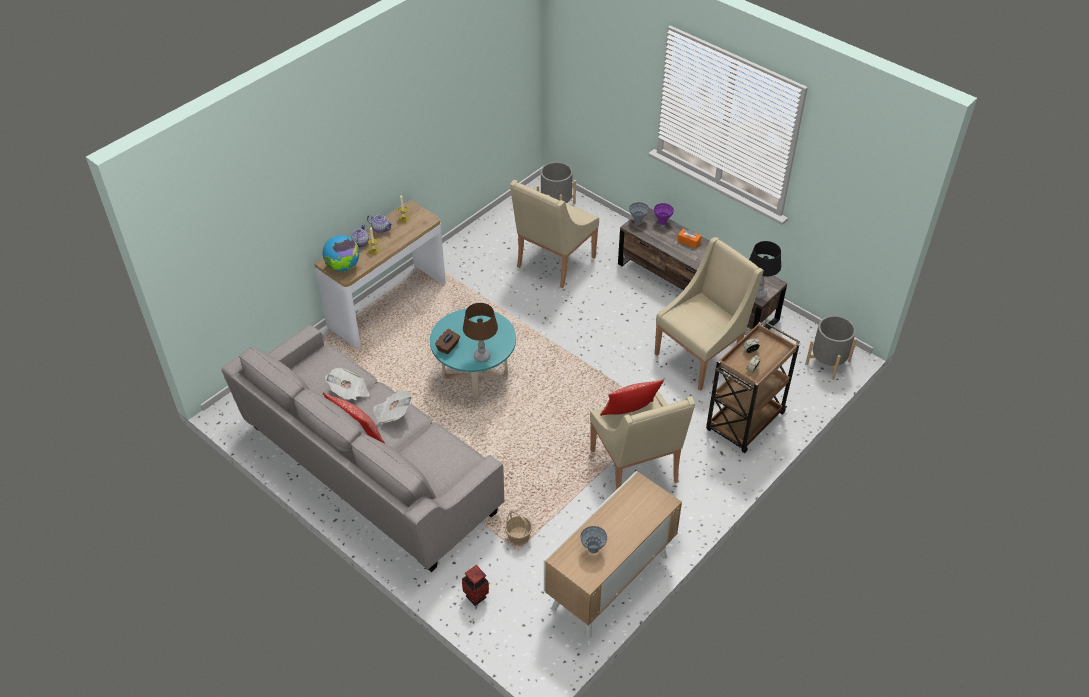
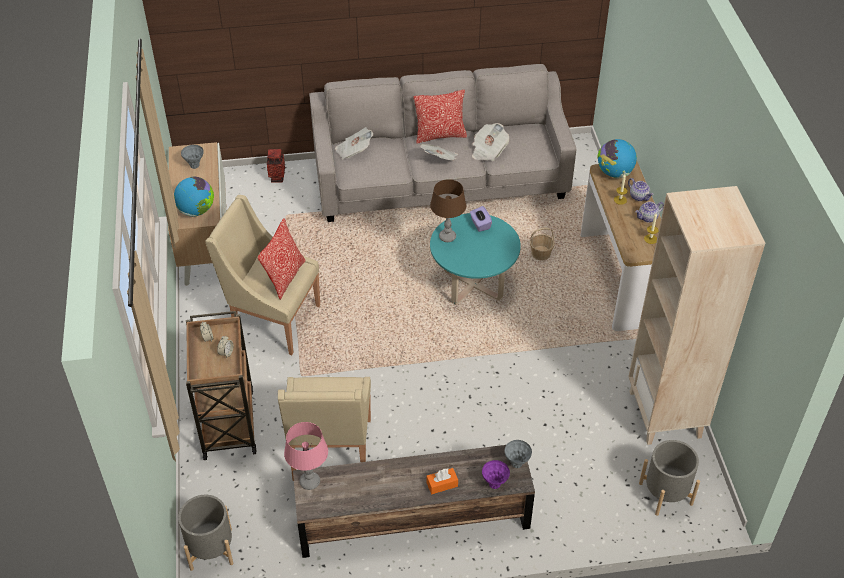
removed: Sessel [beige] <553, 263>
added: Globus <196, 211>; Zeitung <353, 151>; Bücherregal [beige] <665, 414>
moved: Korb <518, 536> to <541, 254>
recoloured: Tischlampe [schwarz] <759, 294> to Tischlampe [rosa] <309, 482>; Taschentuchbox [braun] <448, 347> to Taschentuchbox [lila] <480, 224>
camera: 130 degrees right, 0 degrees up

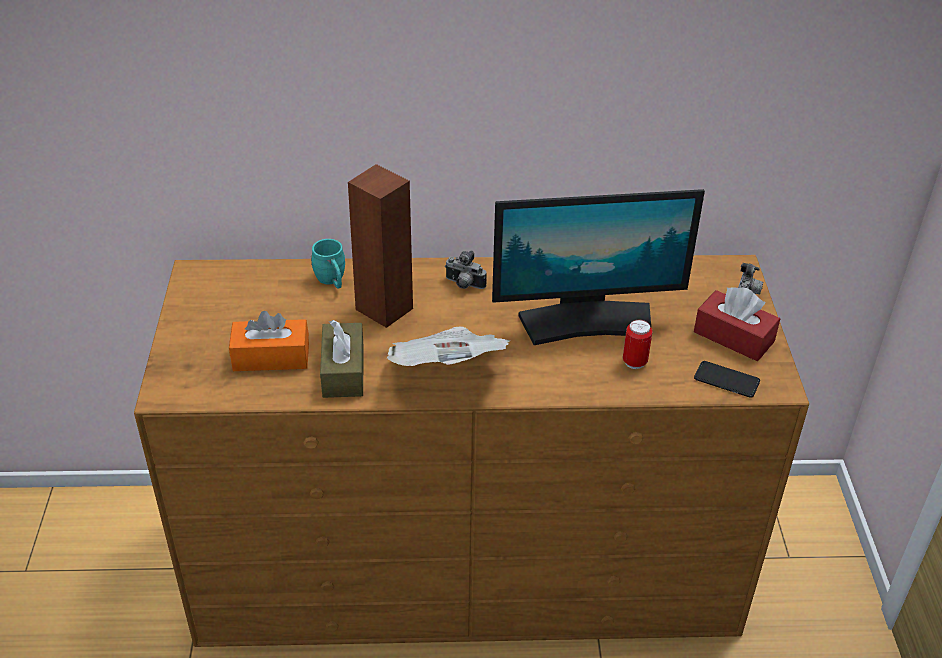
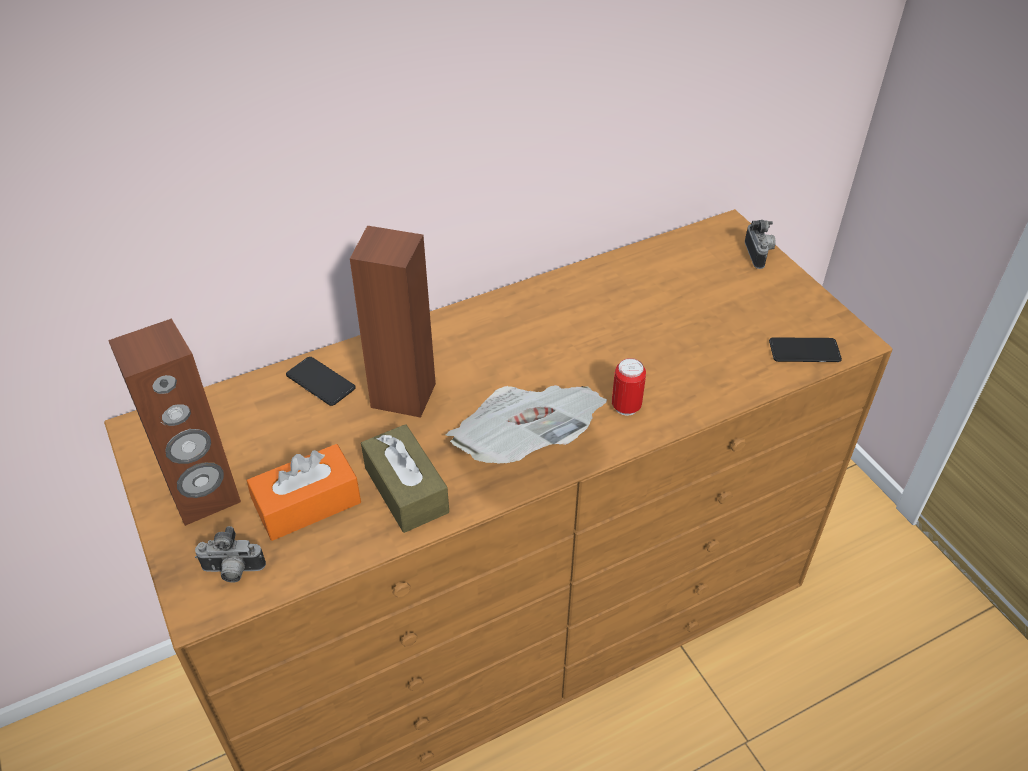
removed: Monitor <587, 321>; Taschentuchbox [rot] <733, 337>
added: Lautsprecher [braun] <205, 496>
moved: Kamera <464, 285> to <232, 572>; Dose <634, 362> to <626, 407>
replaced: Henkelbecher [türkis] <332, 281> to Handy <320, 382>
camera: 25 degrees left, 5 degrees up

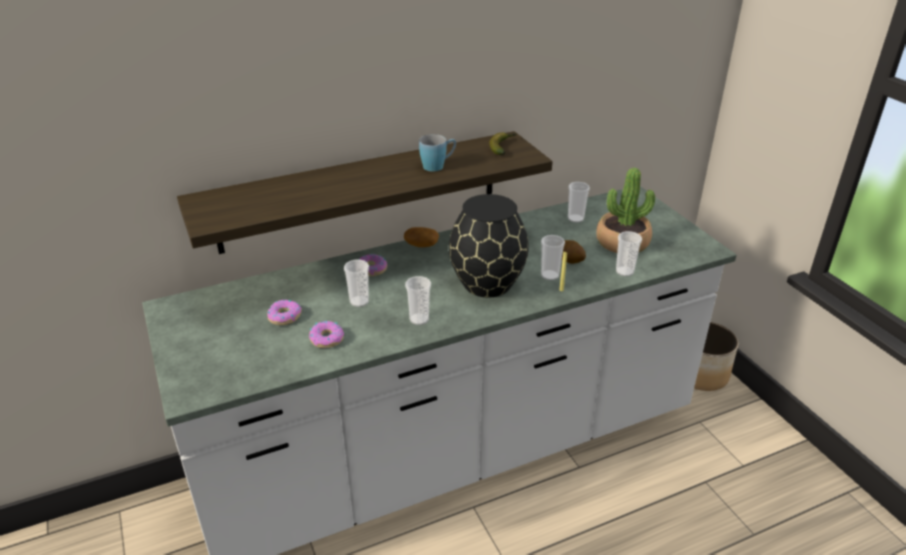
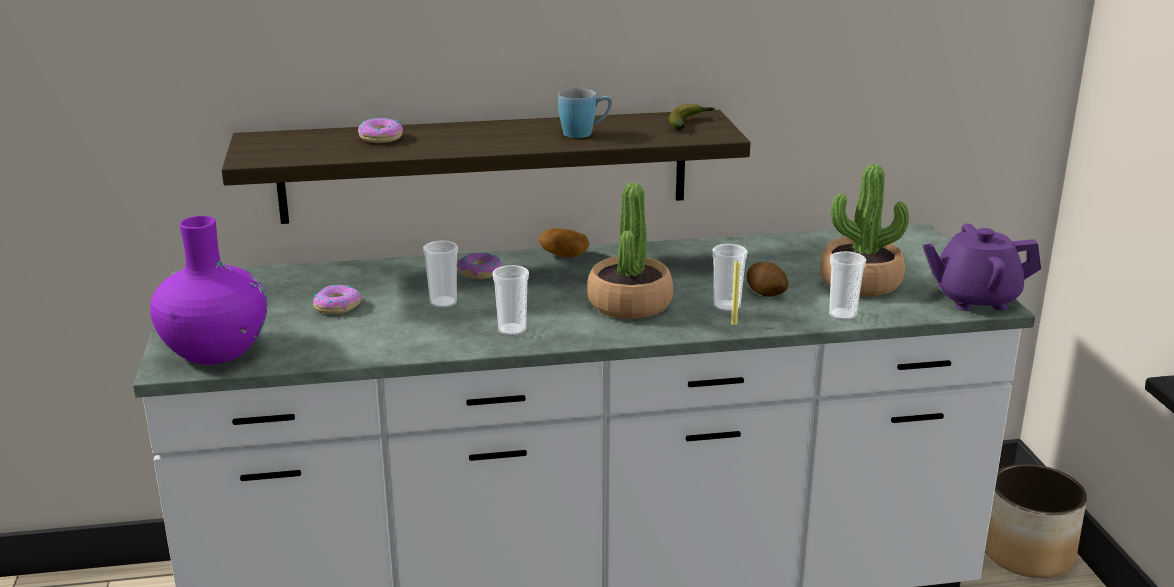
removed: Tasse <575, 219>
added: Vase [lila] <215, 350>; Teekanne [lila] <974, 299>
moved: Donut <327, 339> to <381, 138>
replaced: Vase [schwarz] <486, 283> to Topfpflanze <629, 304>
camera: 15 degrees right, 10 degrees down

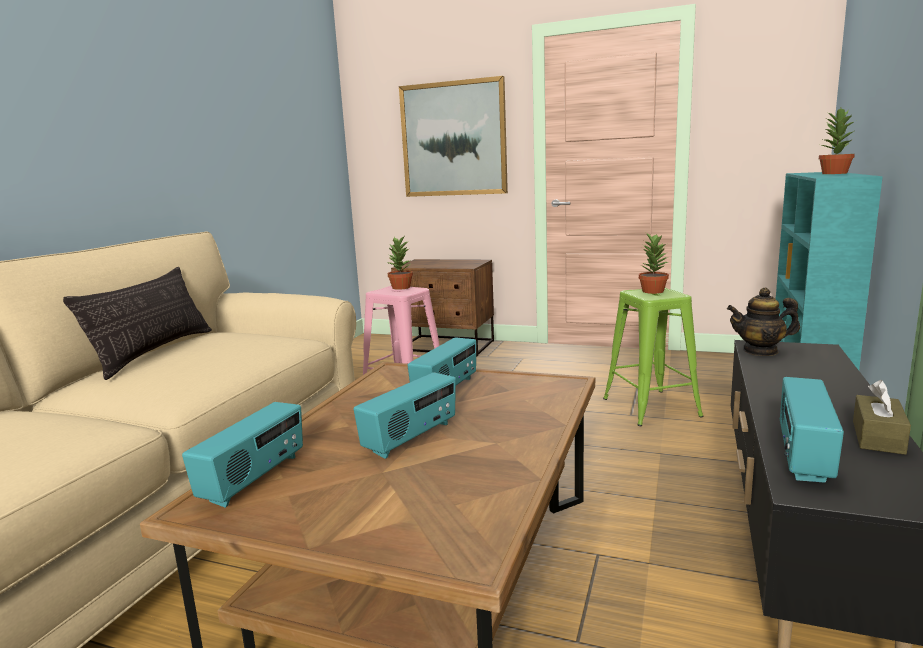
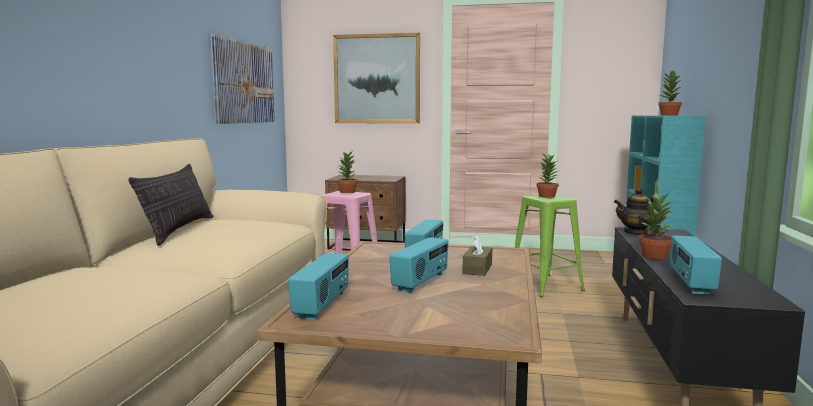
added: Bild <244, 82>; Topfpflanze <654, 256>
moved: Taschentuchbox [braun] <878, 437> to <477, 269>
camera: 10 degrees left, 5 degrees down

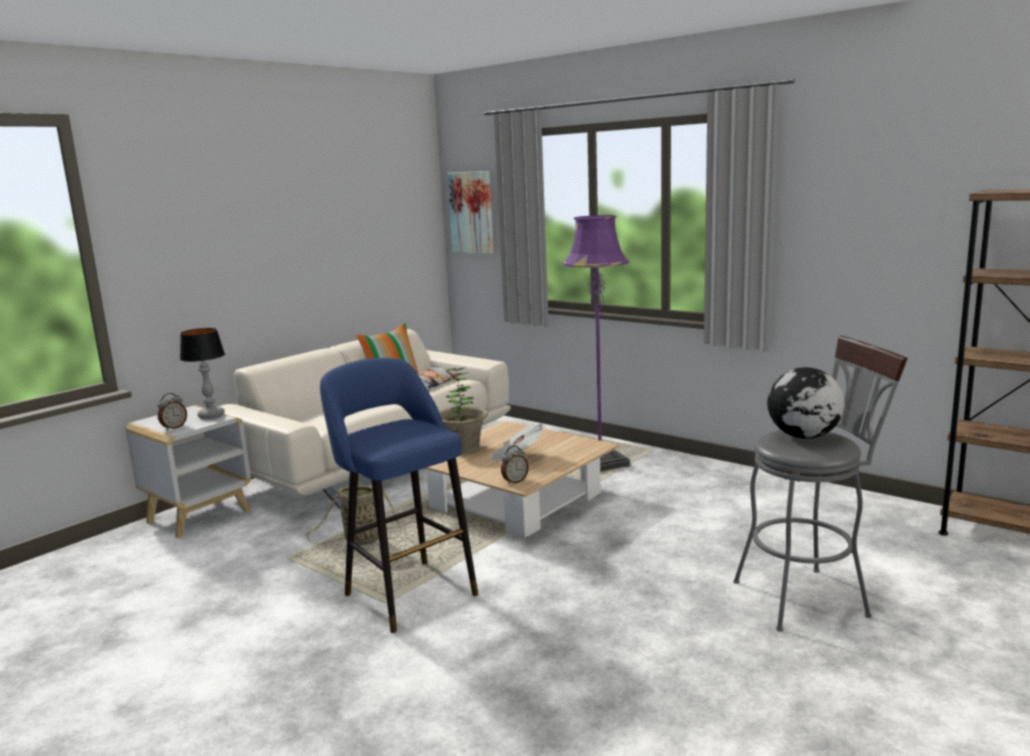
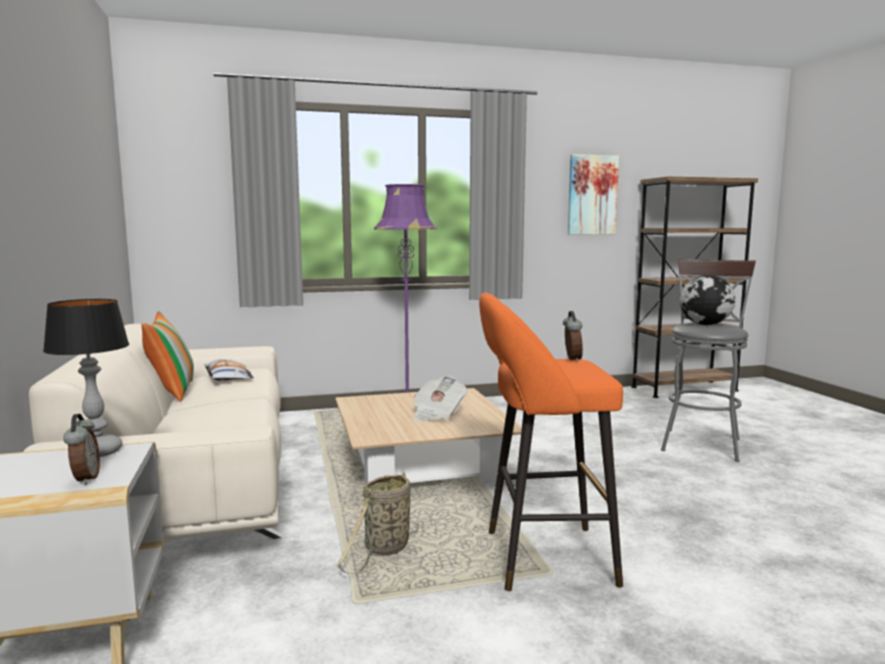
removed: Topfpflanze <463, 448>
moved: Wecker <514, 481> to <571, 359>; Bild <472, 212> to <592, 195>
recoloured: Hocker [blau] <406, 592> to Hocker [orange] <541, 557>
camera: 55 degrees left, 5 degrees down

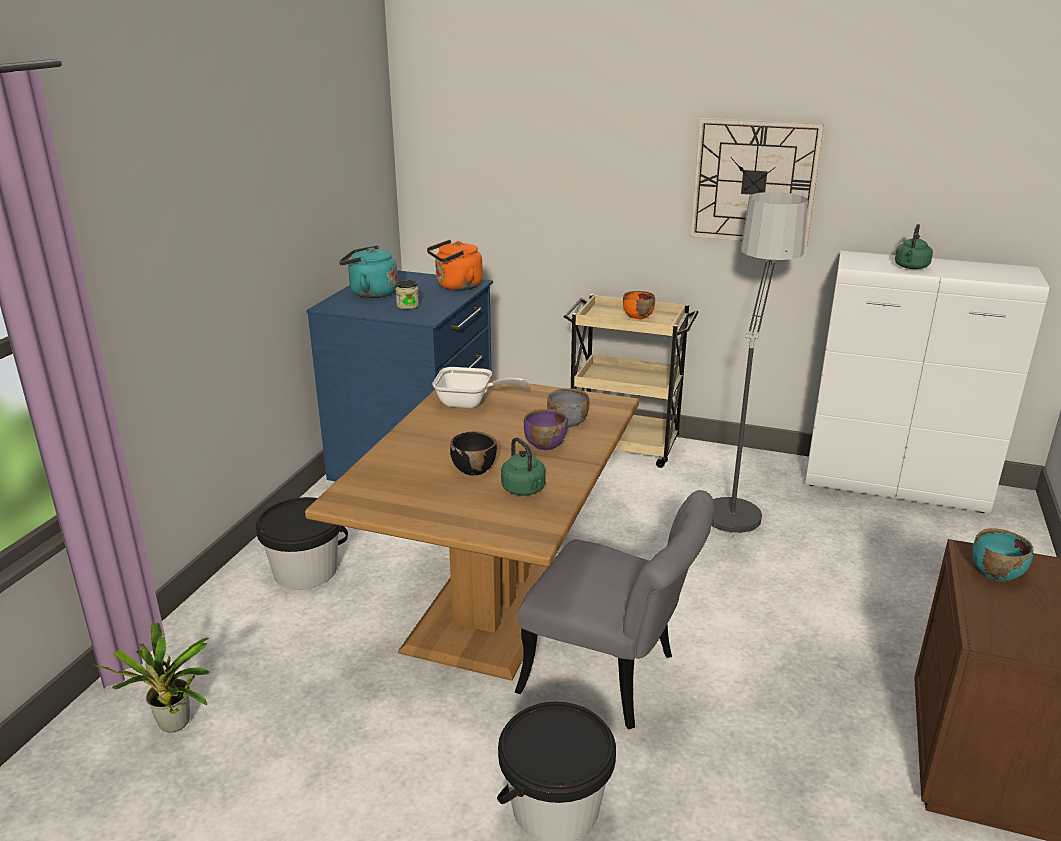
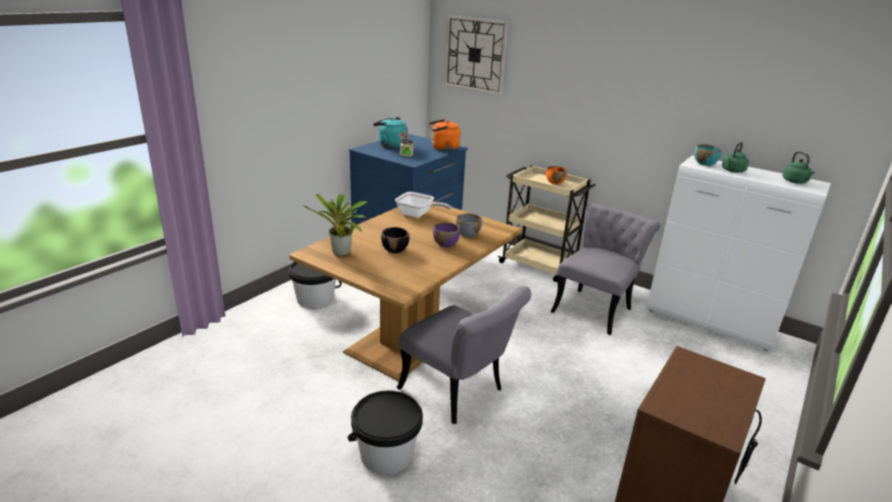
moved: Topfpflanze <175, 727> to <341, 254>; Wanduhr <754, 182> to <475, 54>; Schüssel [türkis] <995, 572> to <704, 163>; Wasserkessel [grün] <524, 490> to <795, 182>
replaced: Stehlampe <736, 496> to Stuhl [grau] <595, 307>
camera: 15 degrees right, 0 degrees up

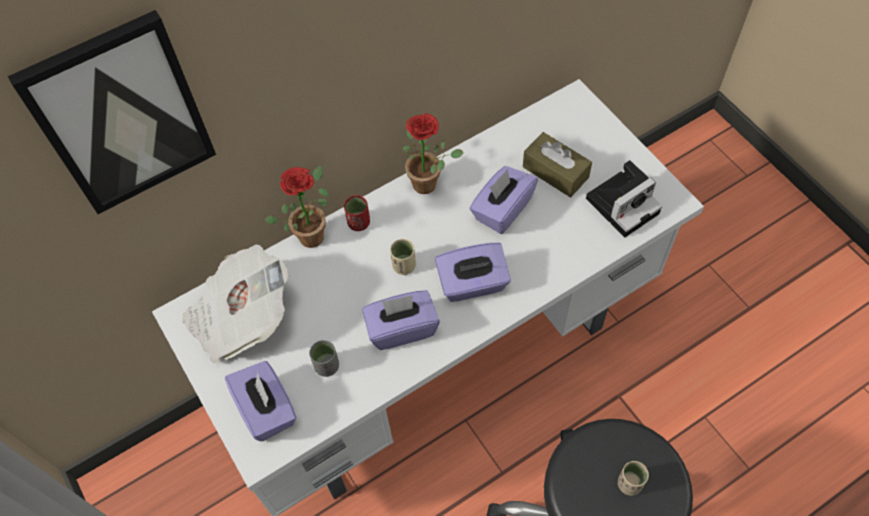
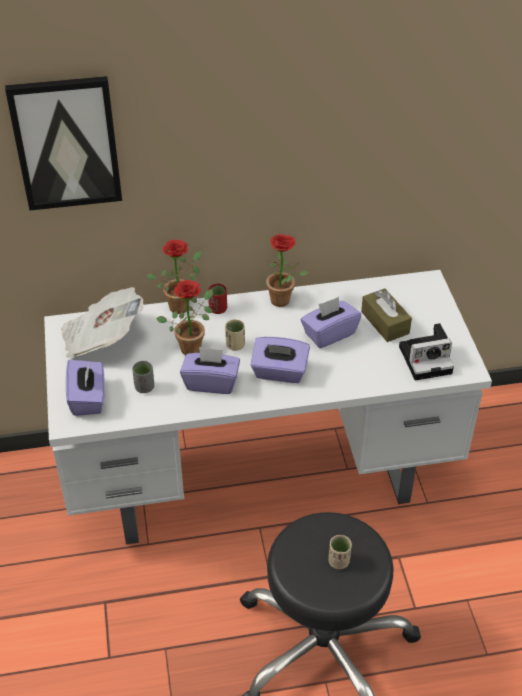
added: Topfpflanze <192, 345>
camera: 20 degrees right, 15 degrees down

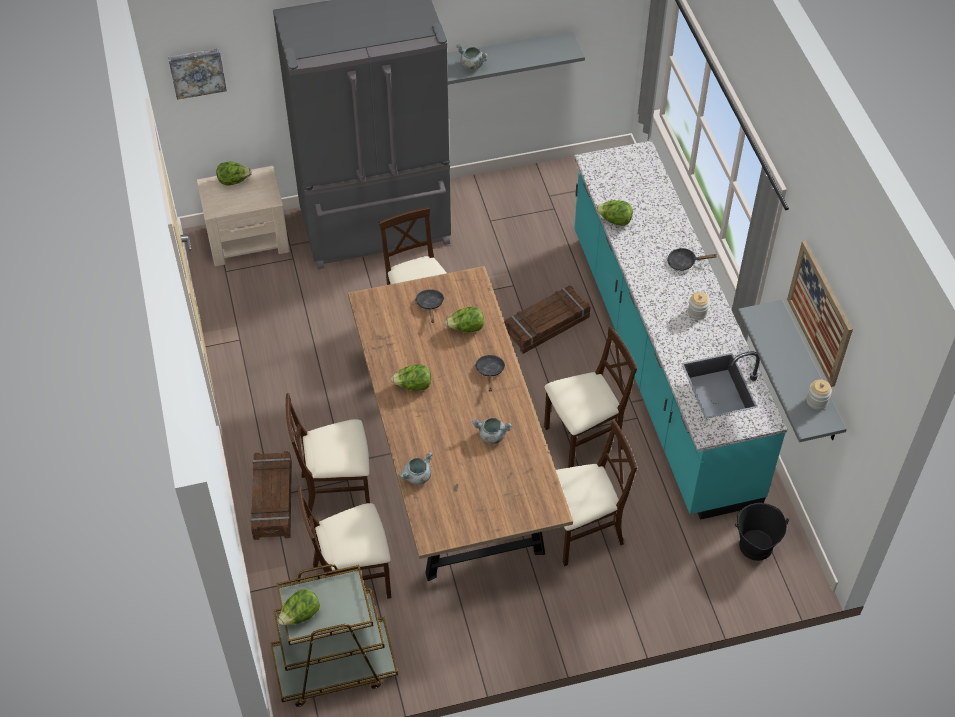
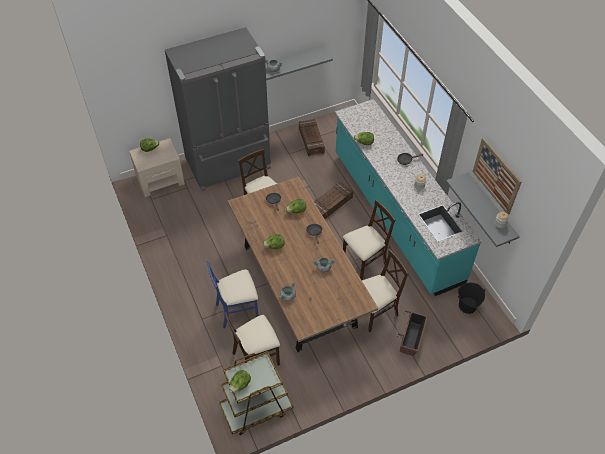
removed: Bild <197, 72>
added: Pflanzkübel <411, 338>
moved: Kiste <273, 500> to <311, 140>
recoloured: Stuhl [beige] <337, 491> to Stuhl [blau] <237, 310>
camera: 10 degrees left, 0 degrees up

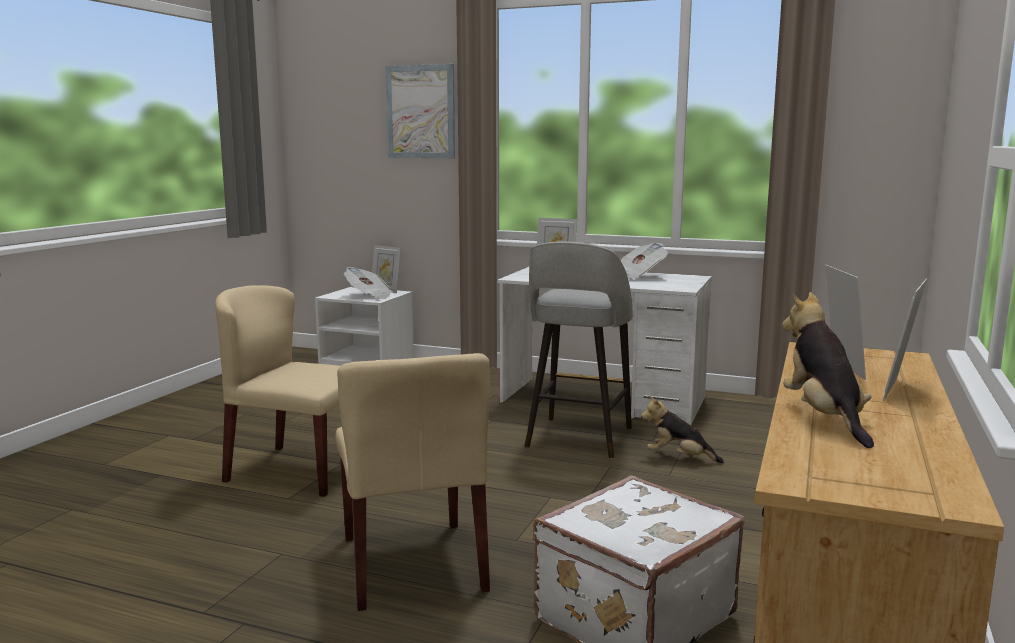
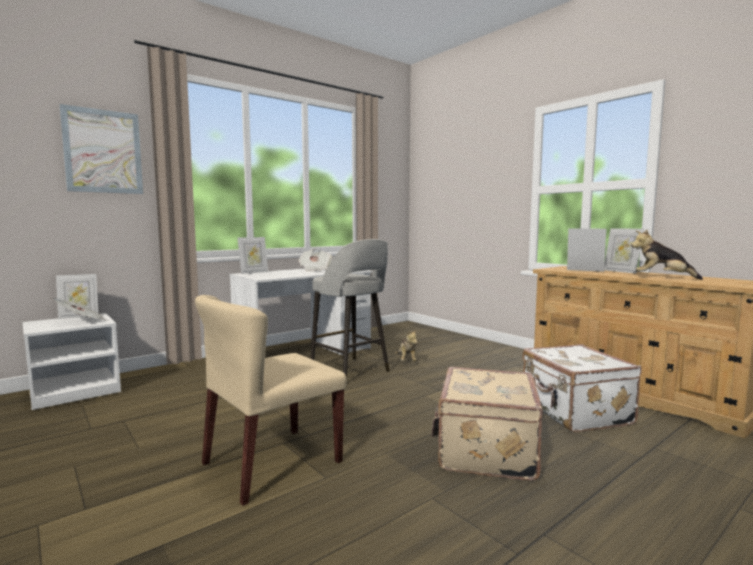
replaced: Stuhl [beige] <413, 564> to Koffer [beige] <484, 451>
turned: Plüschtier <679, 458> = <406, 361> 60 degrees counterclockwise
camera: 60 degrees left, 5 degrees down

